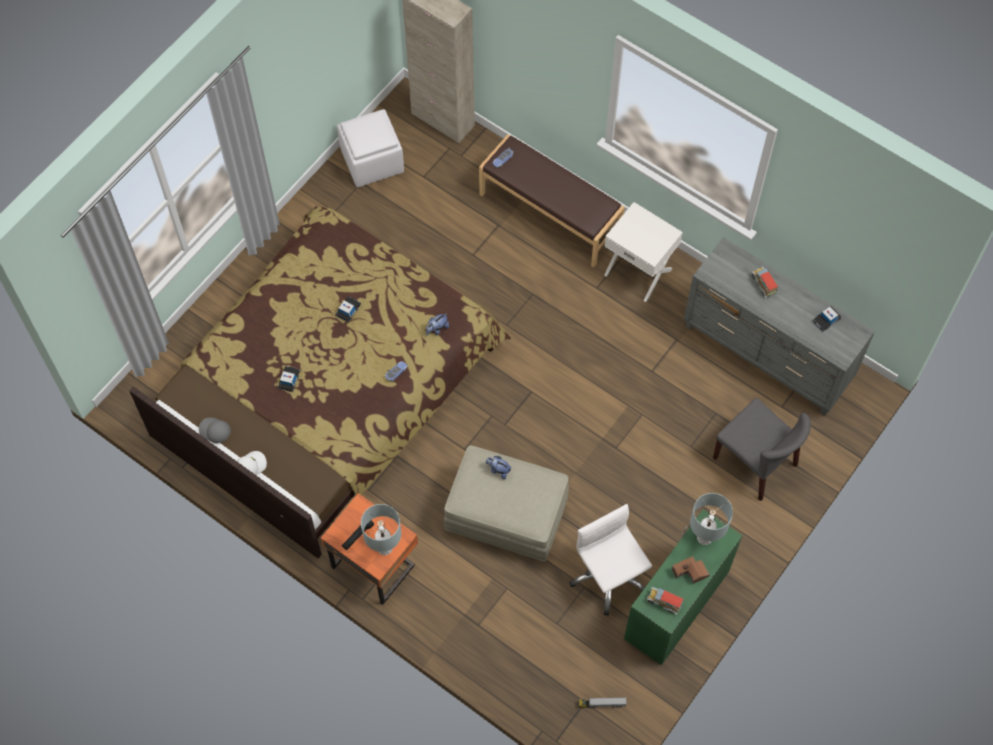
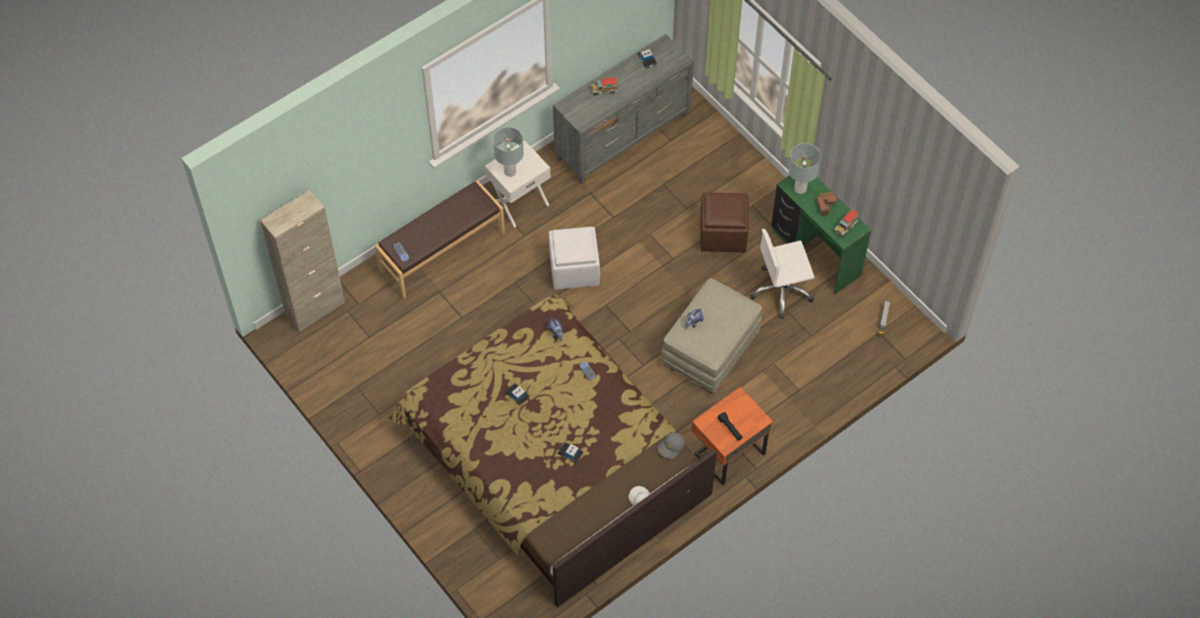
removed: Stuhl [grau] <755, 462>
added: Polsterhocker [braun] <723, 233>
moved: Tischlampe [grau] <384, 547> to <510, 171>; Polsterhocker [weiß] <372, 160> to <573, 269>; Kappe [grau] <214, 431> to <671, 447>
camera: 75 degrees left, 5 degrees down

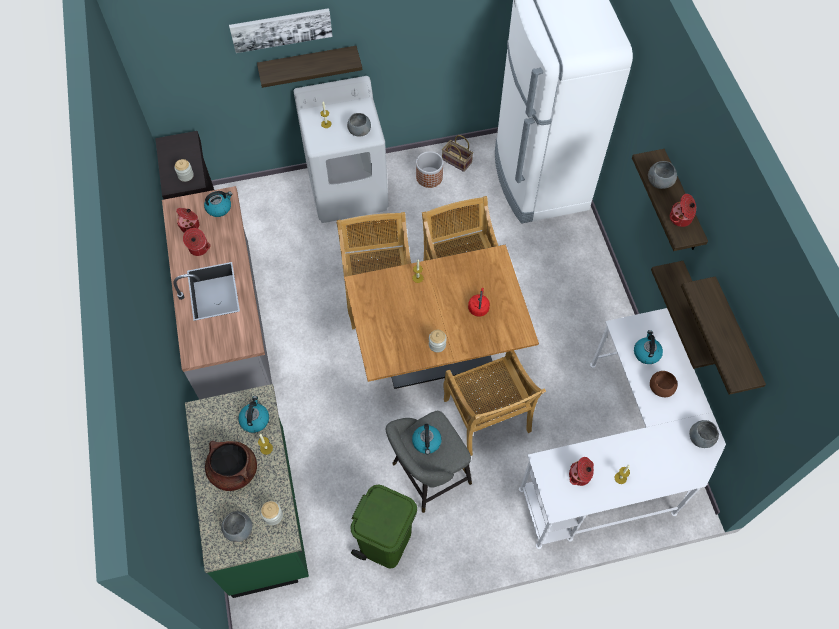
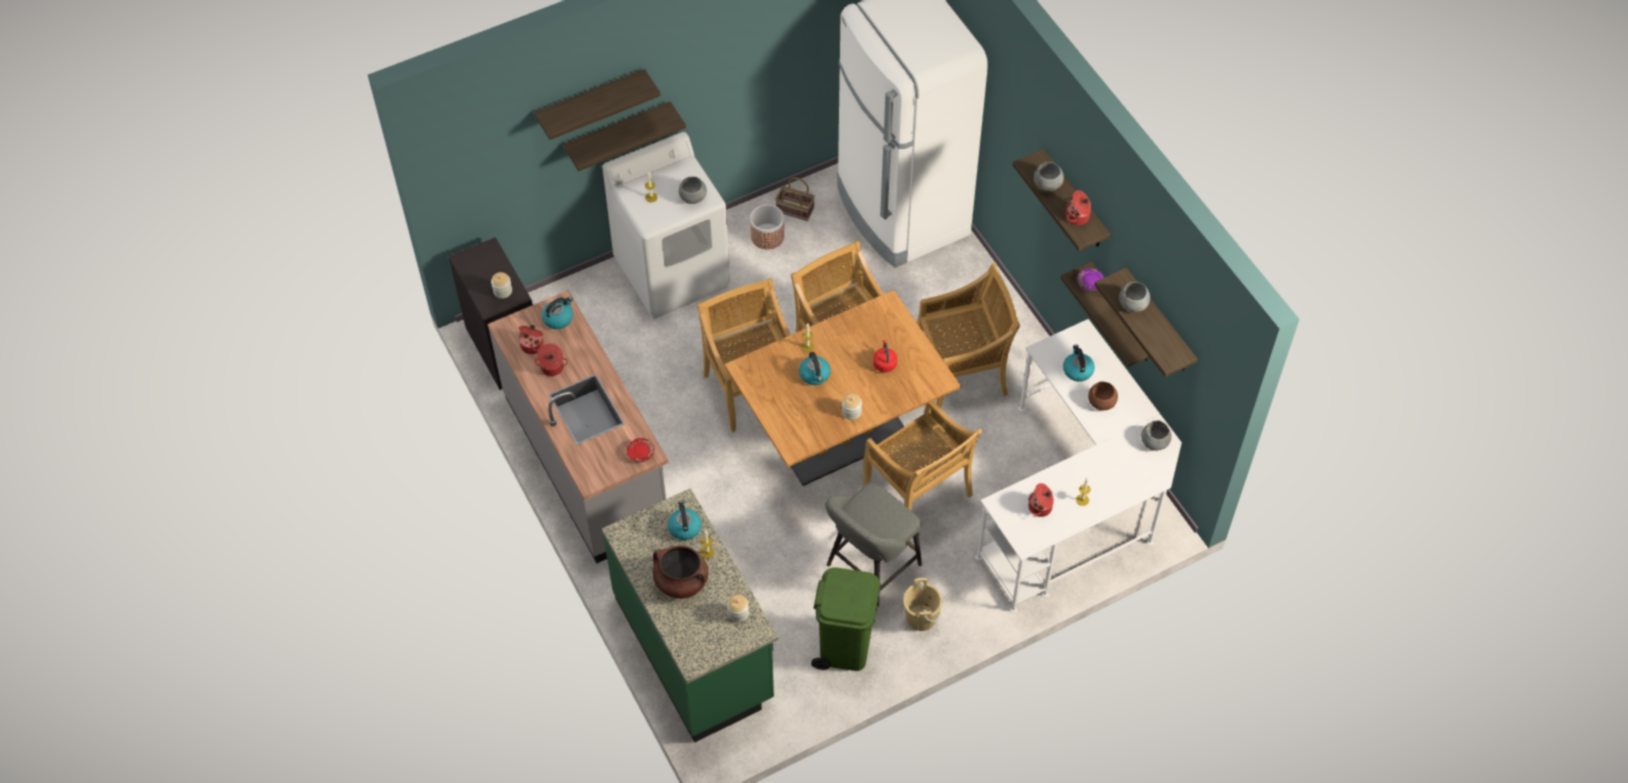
added: Teller [rot] <641, 453>; Eimer [beige] <921, 617>; Stuhl [beige] <962, 372>; Teller [lila] <1089, 283>
moved: Wasserkessel <427, 442> to <815, 375>; Schüssel [grau] <239, 529> to <1132, 304>
replaced: Bild <281, 29> to Wandregal <591, 102>
camera: 15 degrees left, 5 degrees down

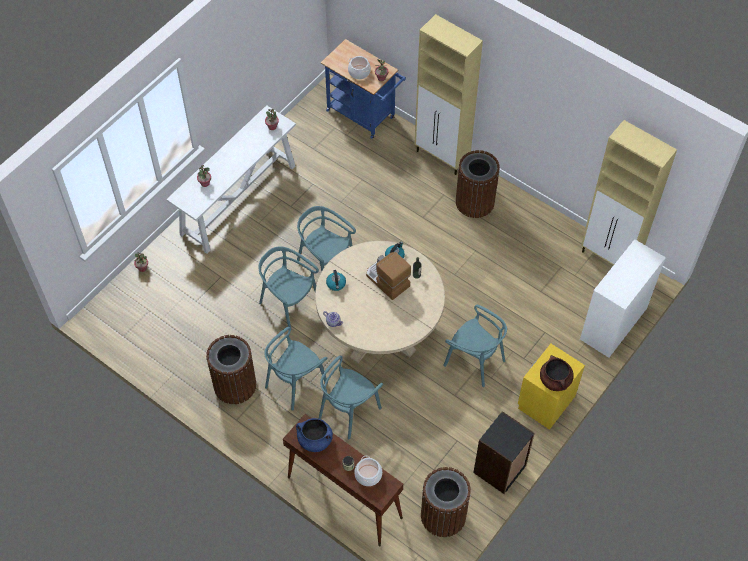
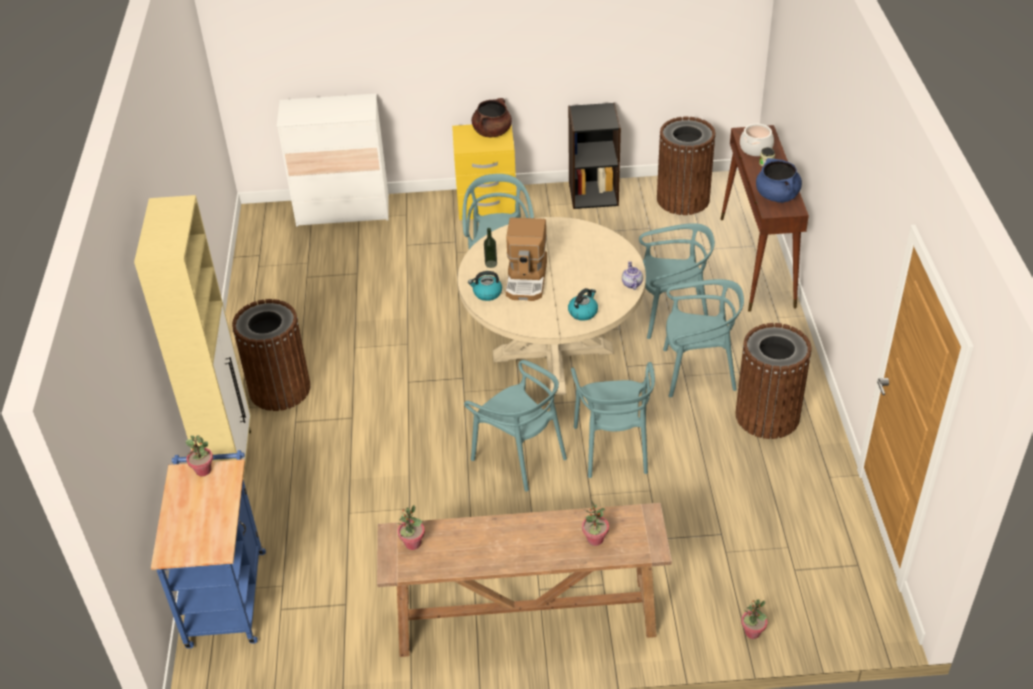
removed: Kochtopf <359, 72>; Schrank [beige] <609, 258>
recoloured: Konsolentisch [weiß] <239, 199> to Konsolentisch [braun] <524, 618>
turned: Stuhl [türkis] <325, 263> = <520, 456> 45 degrees counterclockwise
camera: 130 degrees left, 15 degrees down

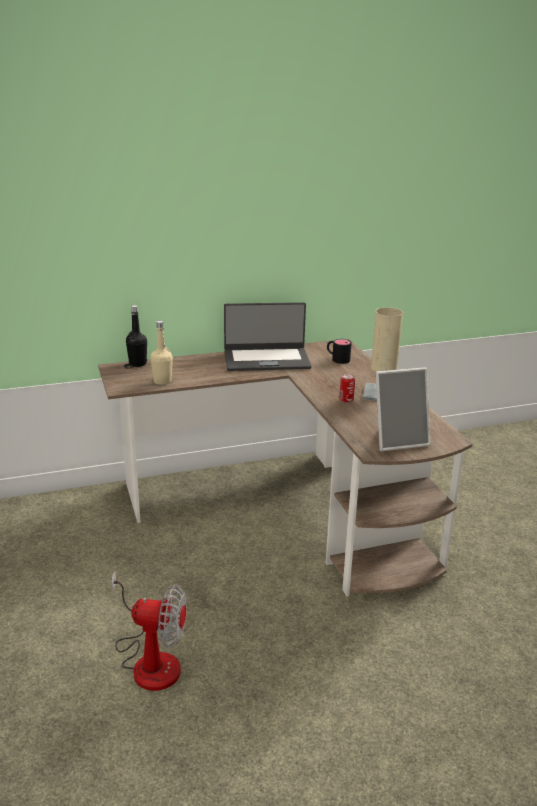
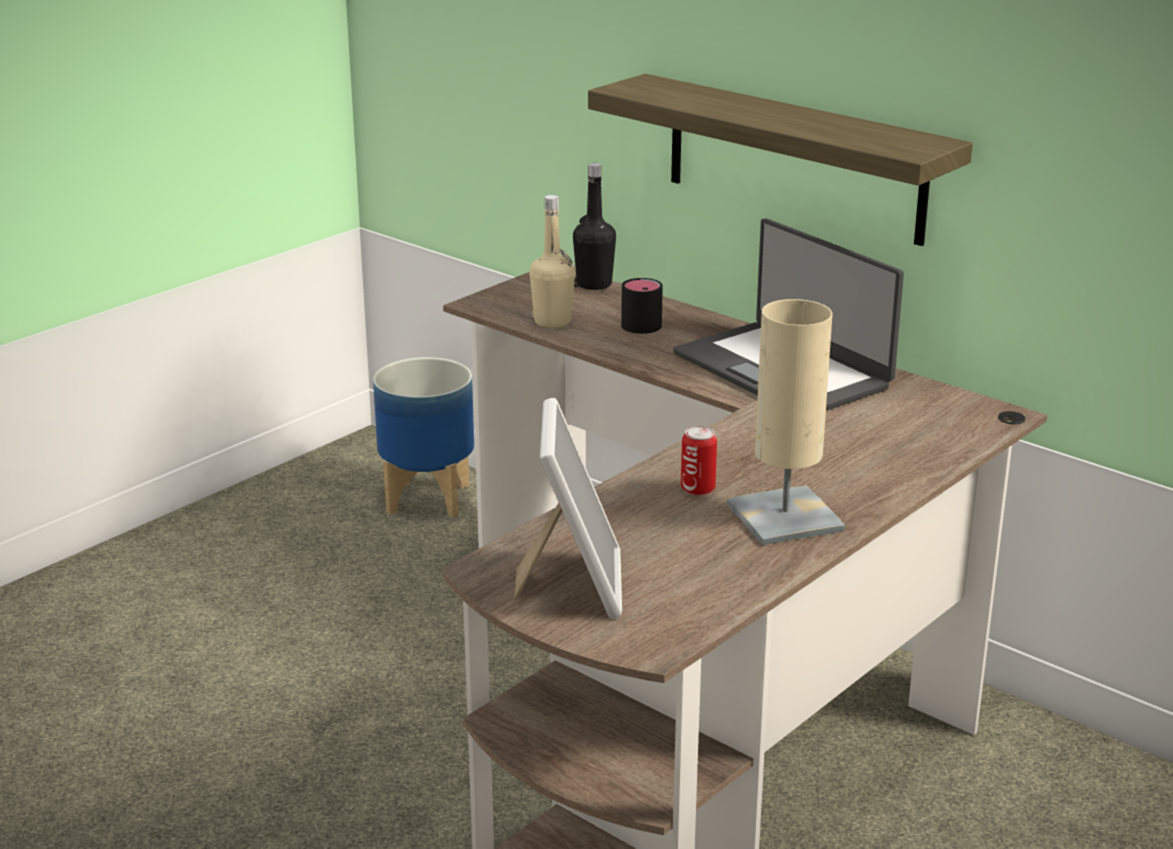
removed: Ventilator <150, 660>
added: Pflanzkübel <430, 498>; Wandregal <794, 159>
moved: Henkelbecher [schwarz] <337, 359> to <642, 322>
turned: Bilderrahmen <398, 440> = <572, 584> 135 degrees counterclockwise
camera: 60 degrees right, 0 degrees up

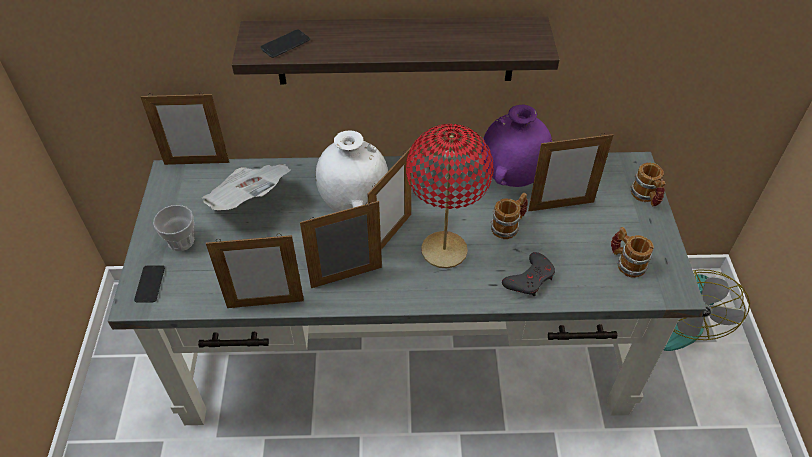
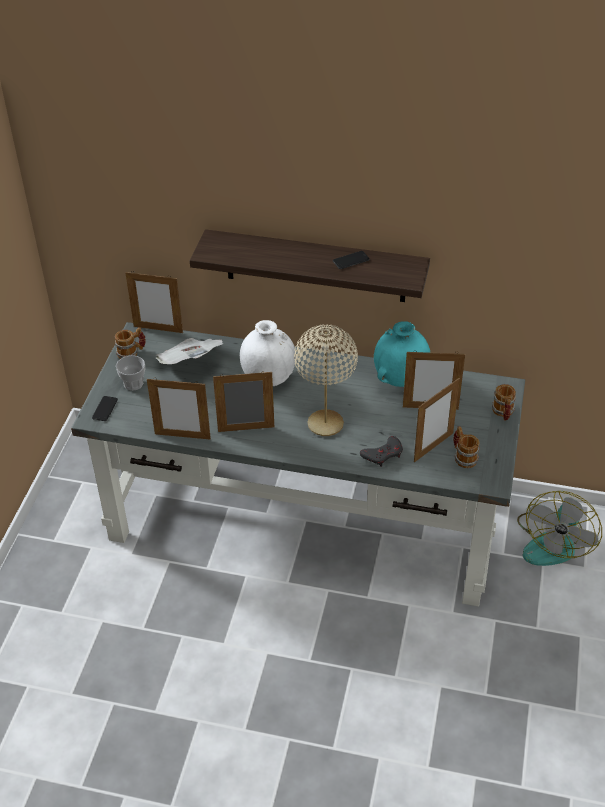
moved: Henkelbecher <509, 226> to <131, 352>; Handy <285, 44> to <351, 260>; Bilderrahmen <391, 236> to <433, 447>
recoloured: Tischlampe [rot] <443, 251> to Tischlampe [beige] <325, 424>; Vase [lila] <512, 178> to Vase [türkis] <400, 380>
camera: 15 degrees right, 5 degrees down

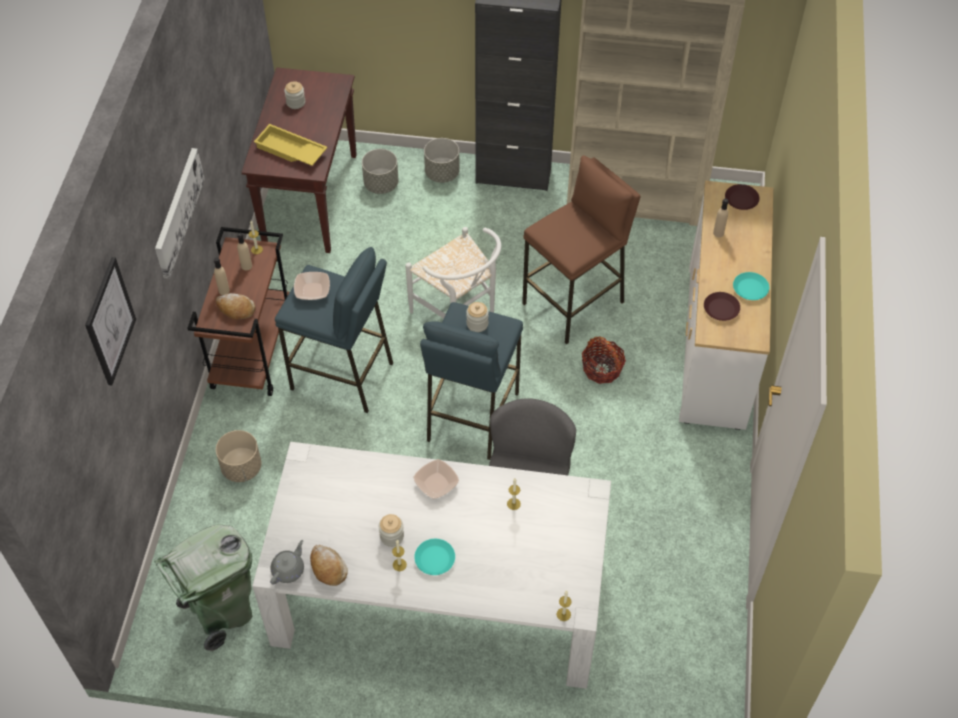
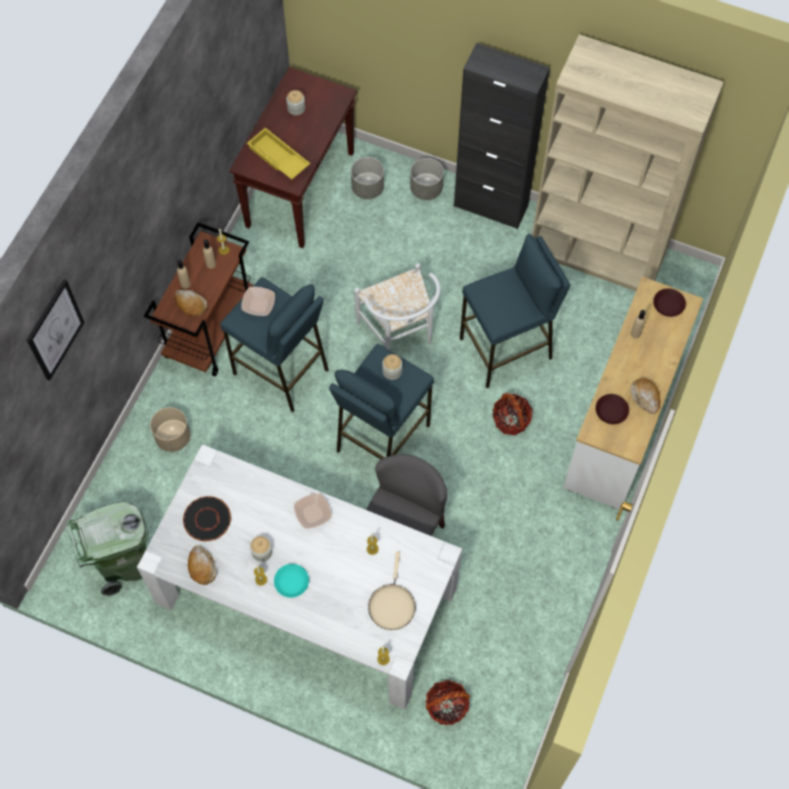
removed: Bild <177, 212>; Teekanne [grau] <288, 570>
added: Teller [schwarz] <206, 519>; Pfanne [beige] <391, 604>; Korb <446, 706>
replaced: Teller [türkis] <750, 289> to Brot <645, 397>
recoloured: Hocker [braun] <574, 303> to Hocker [blau] <507, 349>
camera: 15 degrees right, 10 degrees up

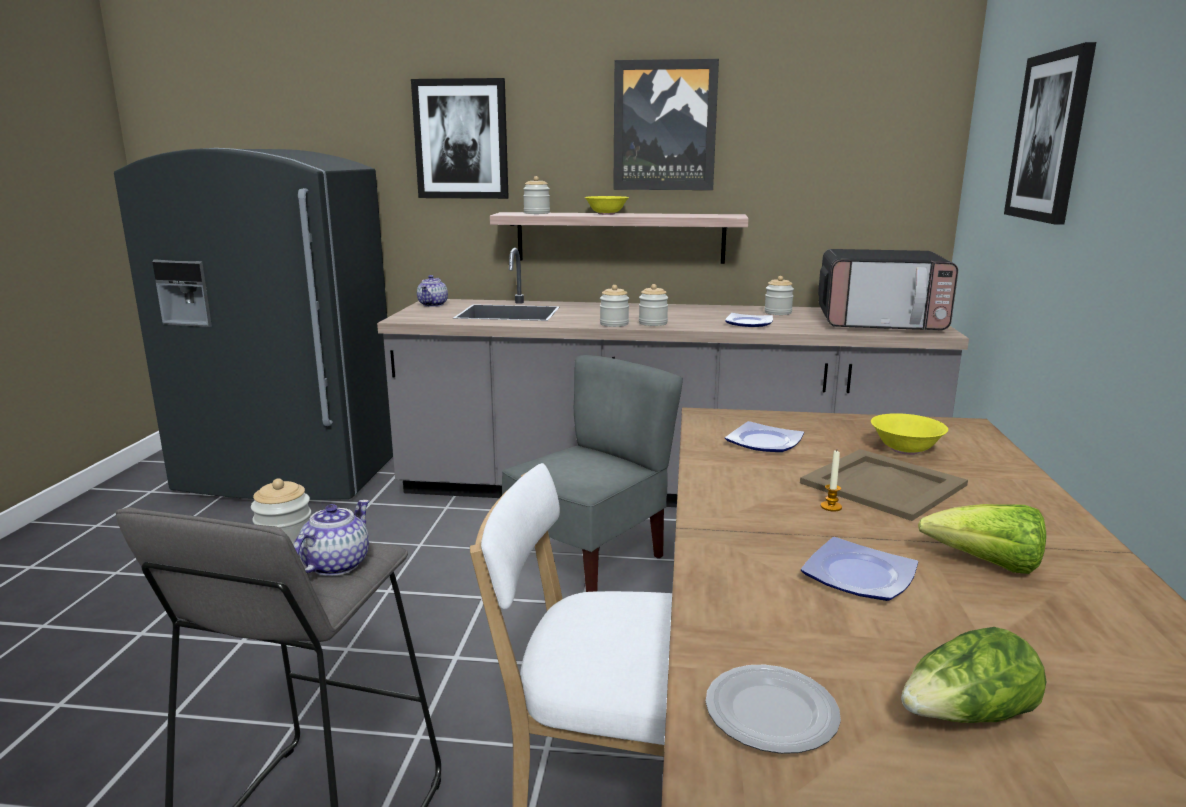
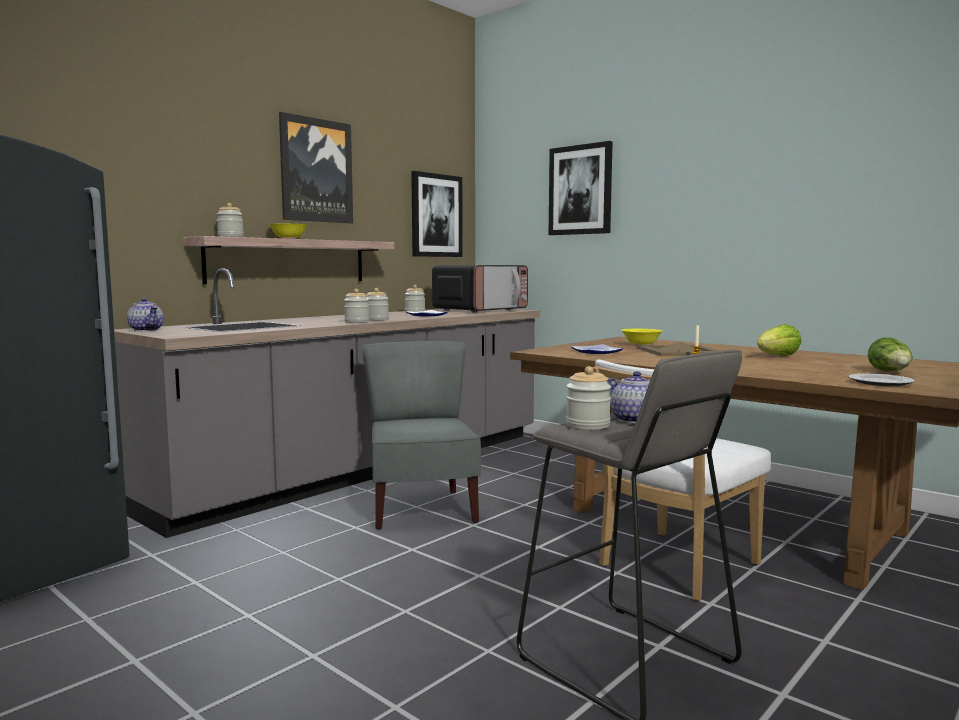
removed: Teller <860, 577>
moved: Bild <461, 139> to <436, 215>
camera: 55 degrees left, 10 degrees down

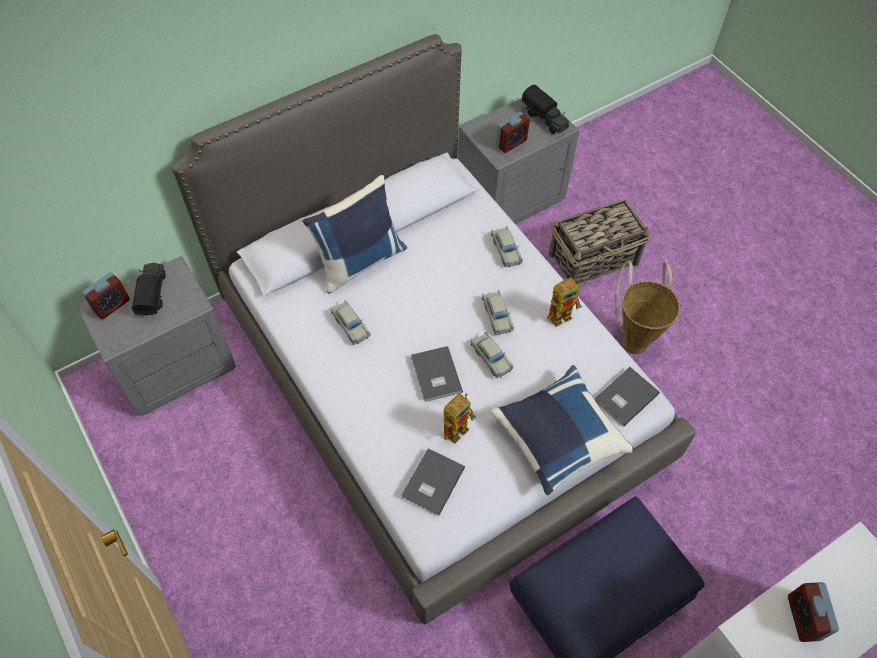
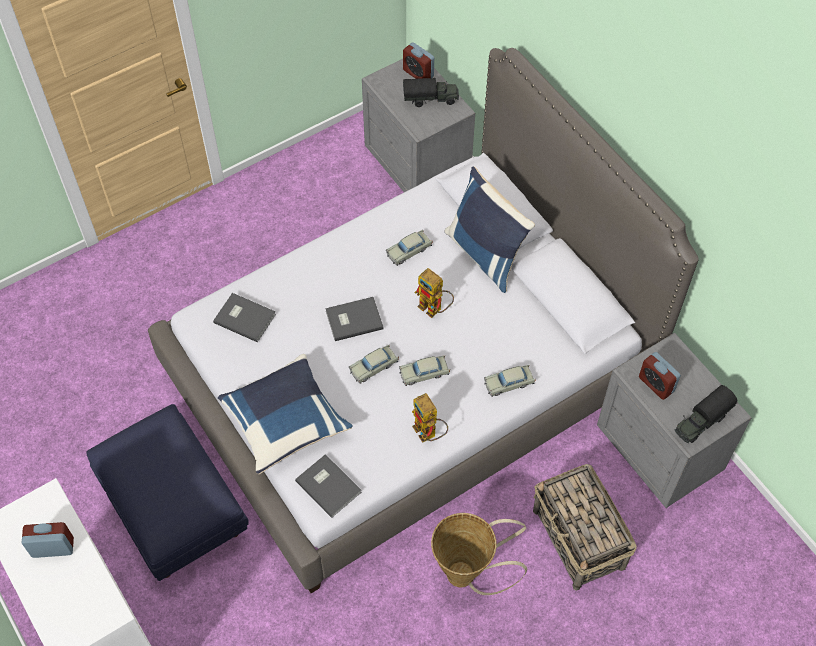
moved: Spielzeugroboter <458, 426> to <434, 309>
camera: 90 degrees right, 0 degrees up

